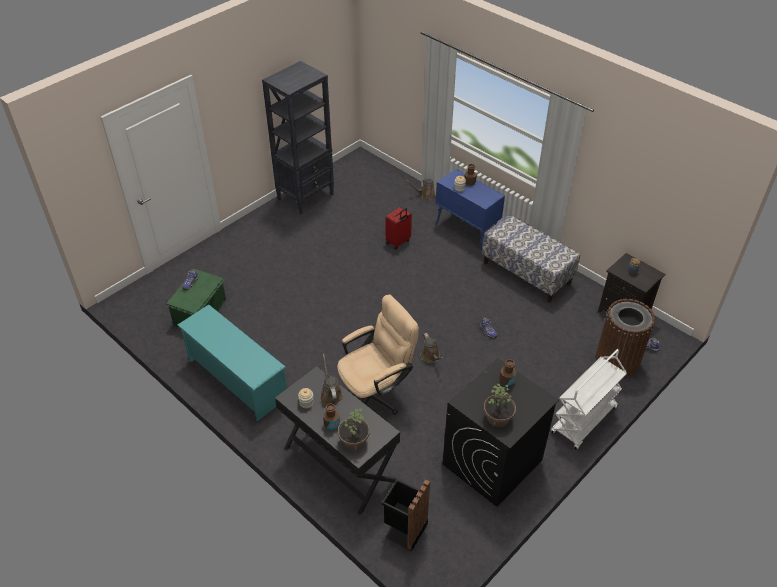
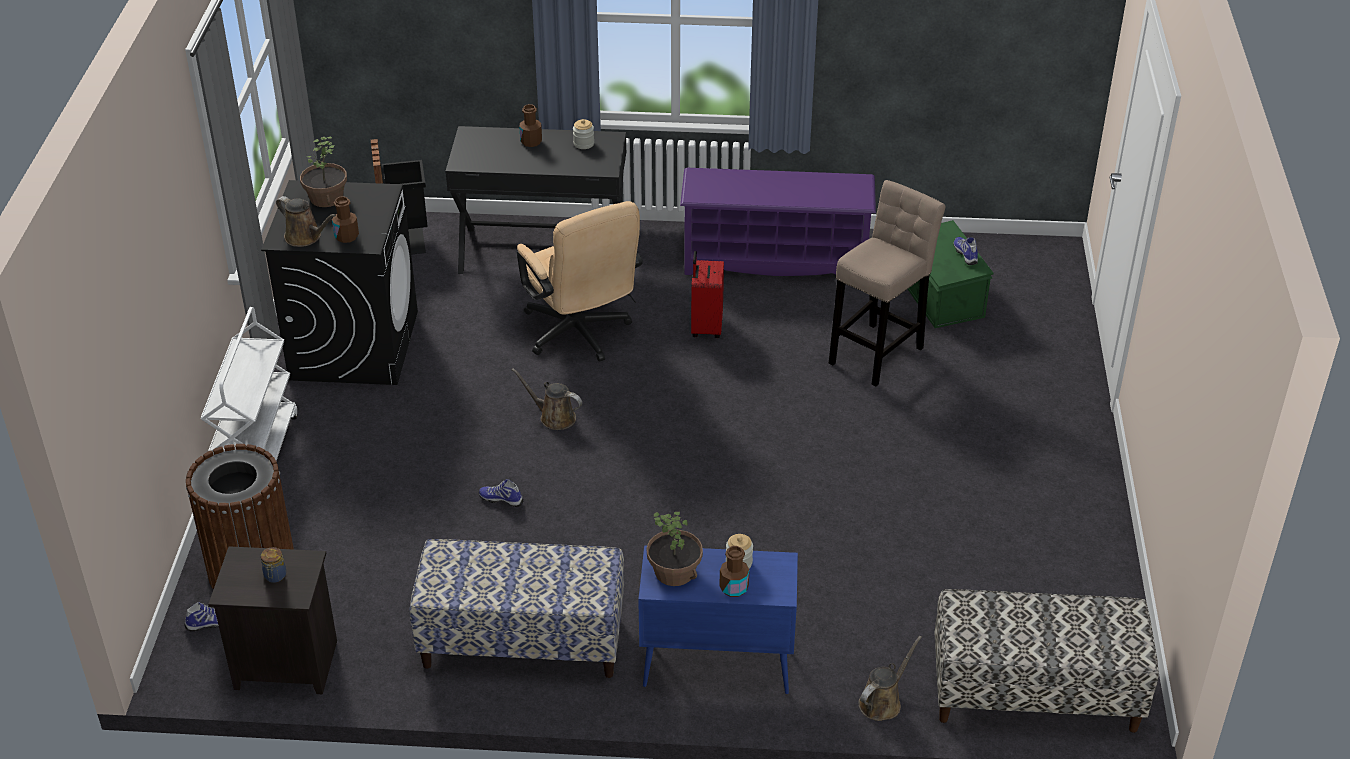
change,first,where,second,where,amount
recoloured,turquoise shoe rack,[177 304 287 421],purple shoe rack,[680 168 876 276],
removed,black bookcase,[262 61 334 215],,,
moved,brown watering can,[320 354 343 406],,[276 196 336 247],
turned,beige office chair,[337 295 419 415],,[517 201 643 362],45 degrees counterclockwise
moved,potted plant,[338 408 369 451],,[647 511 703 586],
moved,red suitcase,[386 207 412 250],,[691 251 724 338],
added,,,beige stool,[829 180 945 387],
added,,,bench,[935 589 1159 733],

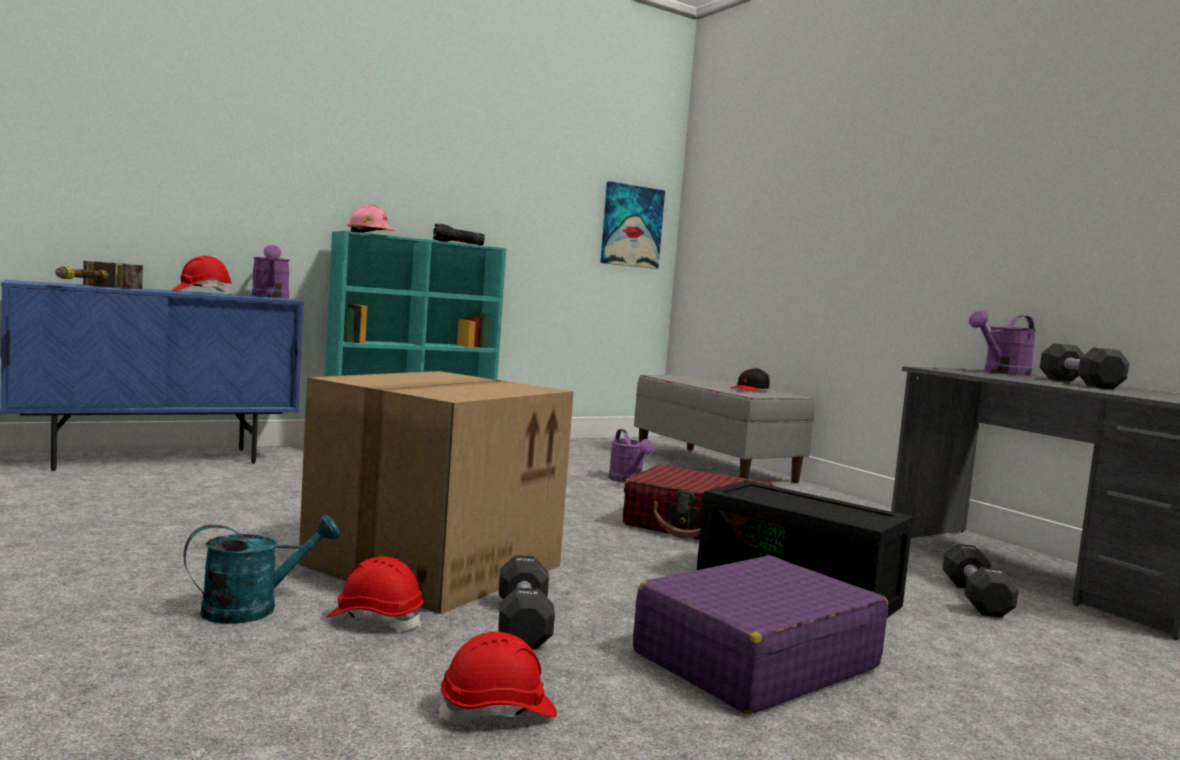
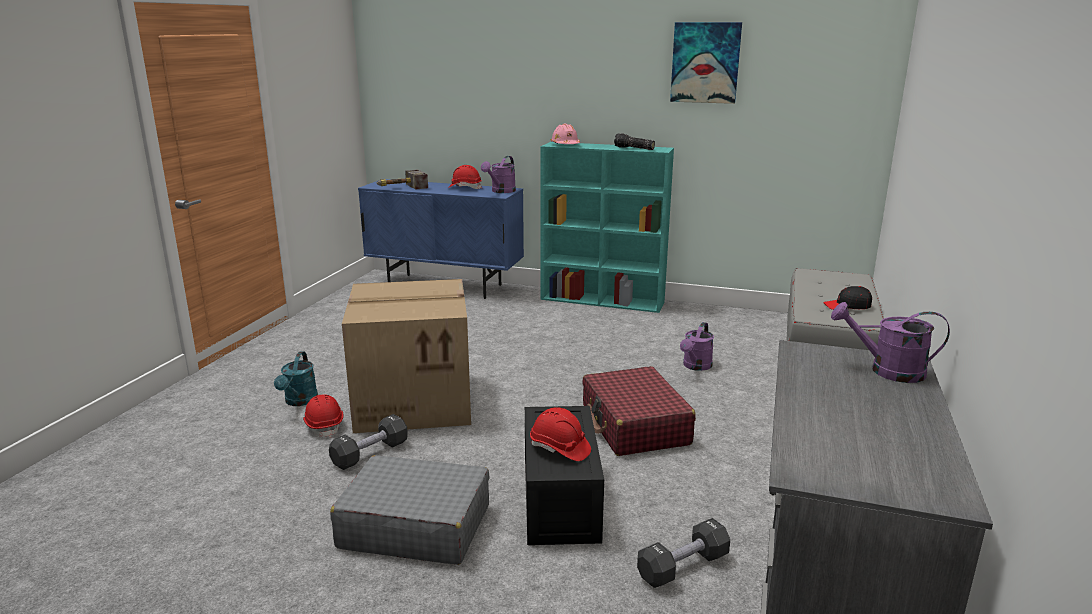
change,first,where,second,where,amount
turned,turquoise watering can,[183 515 340 624],,[274 352 318 406],75 degrees clockwise
moved,red hard hat,[438 632 557 723],,[530 407 591 461],
moved,picture,[600 181 665 269],,[670 22 742 104],
recoloured,purple suitcase,[633 555 888 714],grey suitcase,[330 455 490 565],
removed,black dumbbell,[1040 343 1129 389],,,

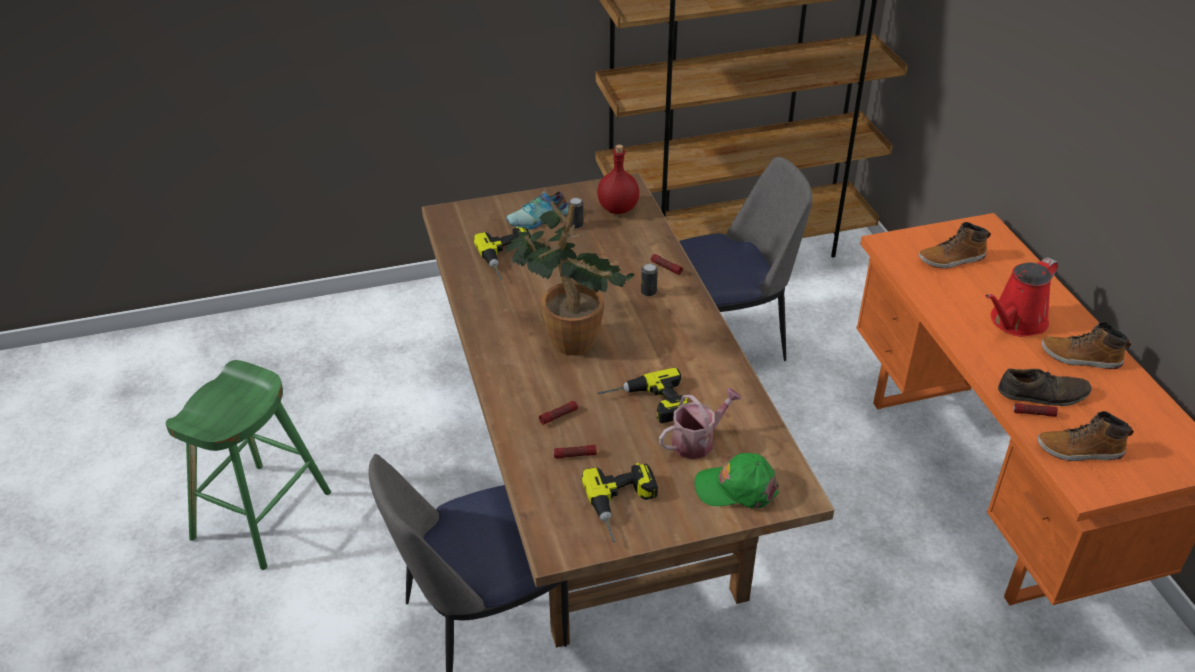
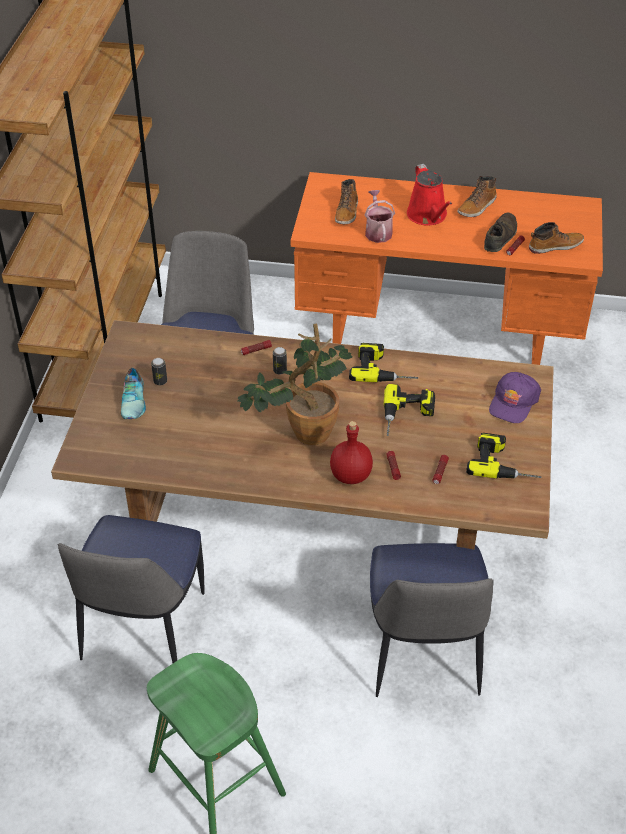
change,first,where,second,where,amount
moved,power drill,[474 227 533 280],,[349 343 418 382],
moved,red bottle,[597 144 639 214],,[330 421 373 484],
moved,watering can,[659 388 743 459],,[365 190 395 243],
recoloured,green cap,[694 453 779 508],purple cap,[489 372 541 423],
turned,boot,[1037 411 1134 461],,[529 222 584 254],135 degrees counterclockwise
added,,,chair,[57 515 205 663],

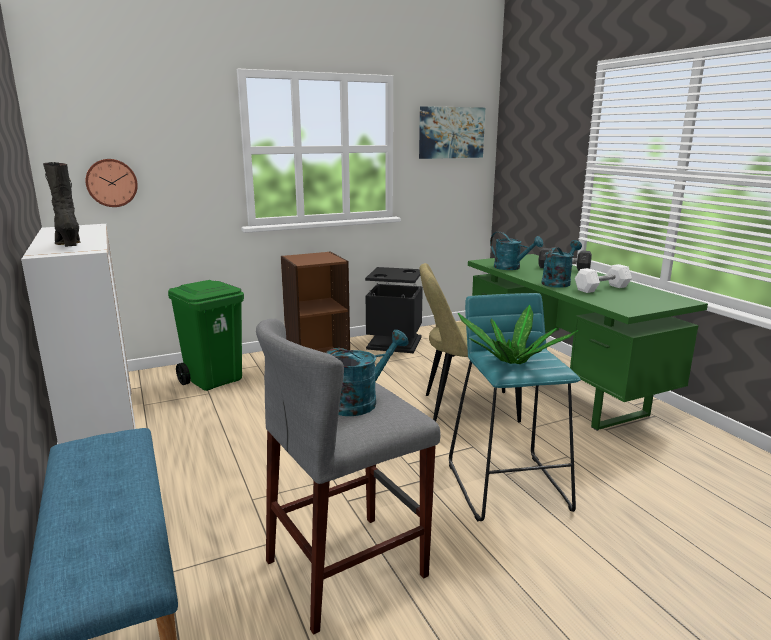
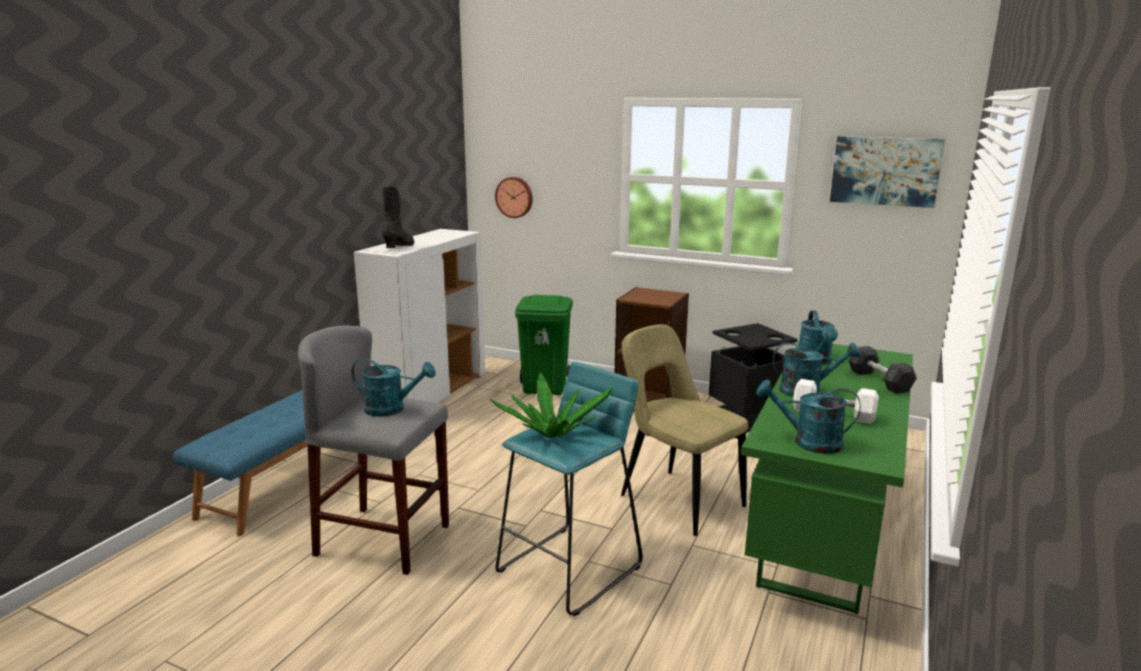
change,first,where,second,where,amount
added,,,turquoise watering can,[756 379 861 454],

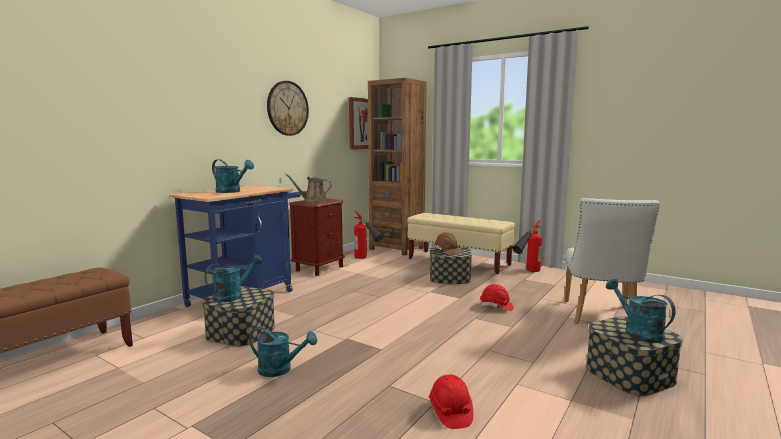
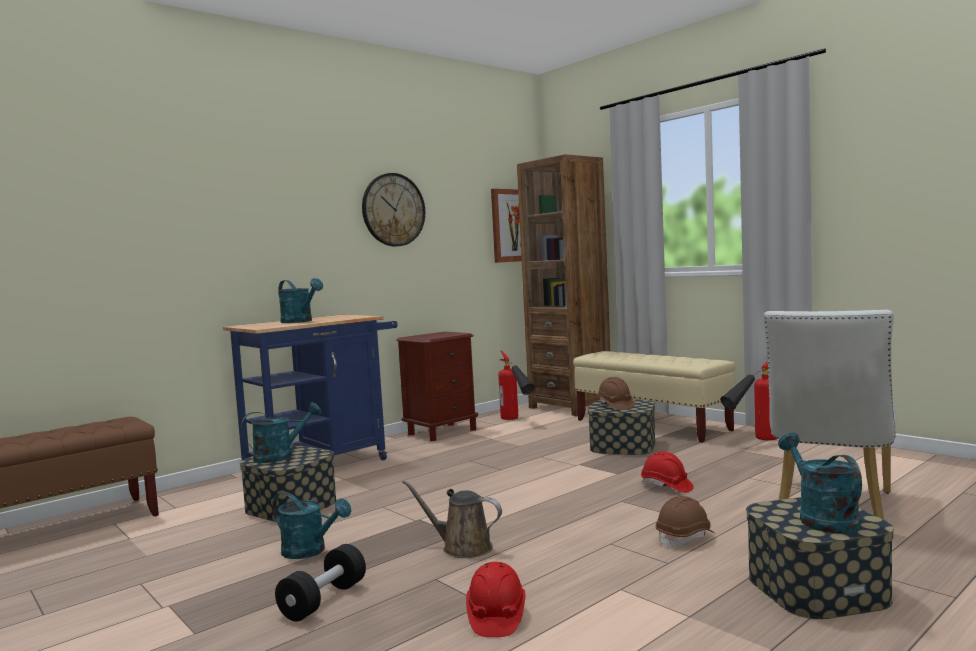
change,first,where,second,where,amount
moved,brown watering can,[286 174 332 204],,[402 480 502 558],
added,,,black dumbbell,[275 544 366 621],
added,,,brown hard hat,[655 496 715 548],

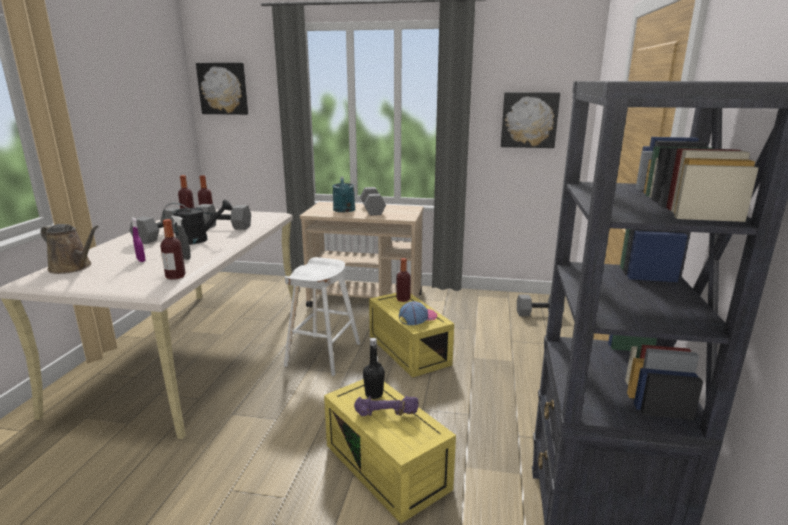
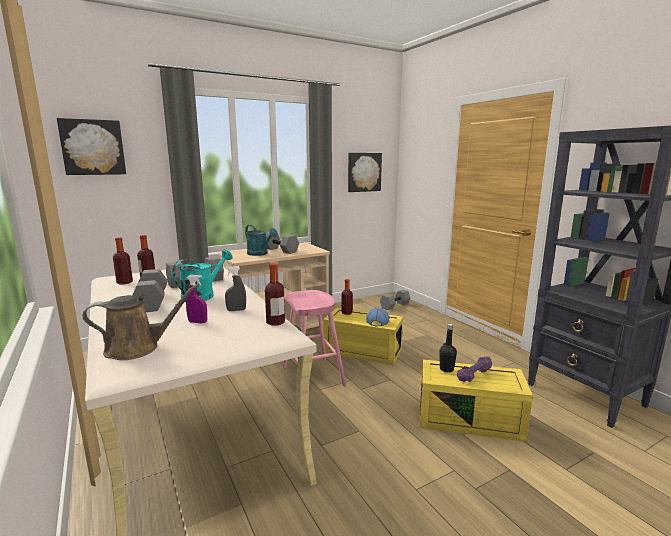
change,first,where,second,where,amount
recoloured,black watering can,[163 199 232 245],turquoise watering can,[173 249 233 302],
recoloured,white stool,[284 257 360 376],pink stool,[283 290 346 386],

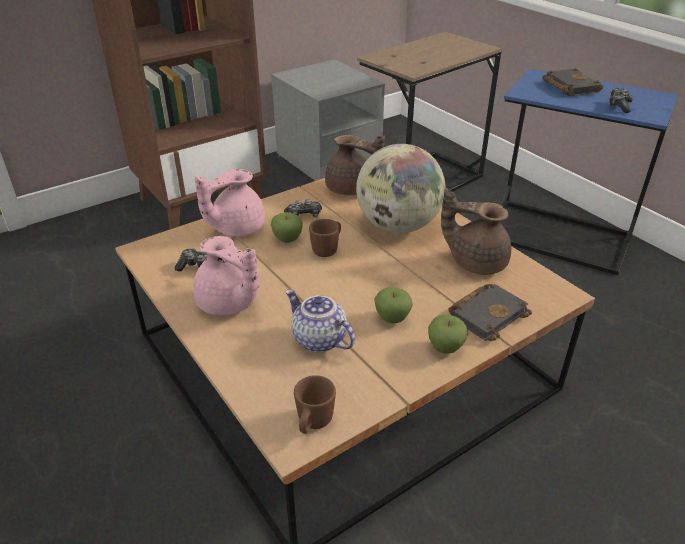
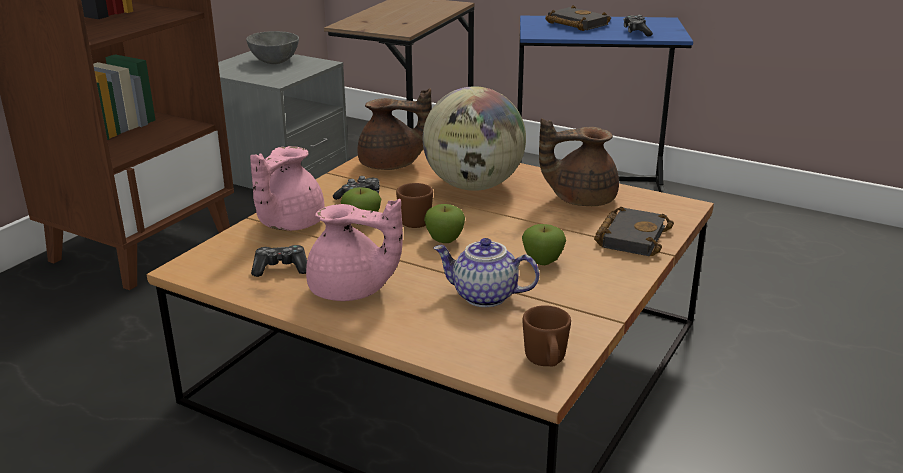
change,first,where,second,where,amount
moved,apple,[428 315 468 354],,[424 204 465 243],
added,,,grey bowl,[246 31 299 64],

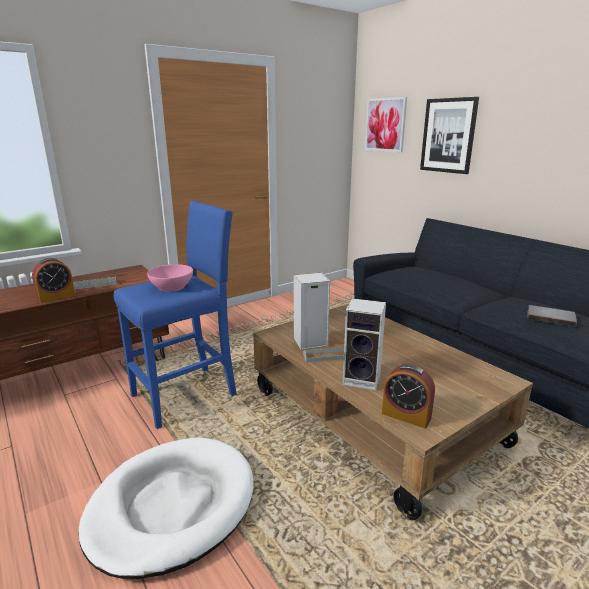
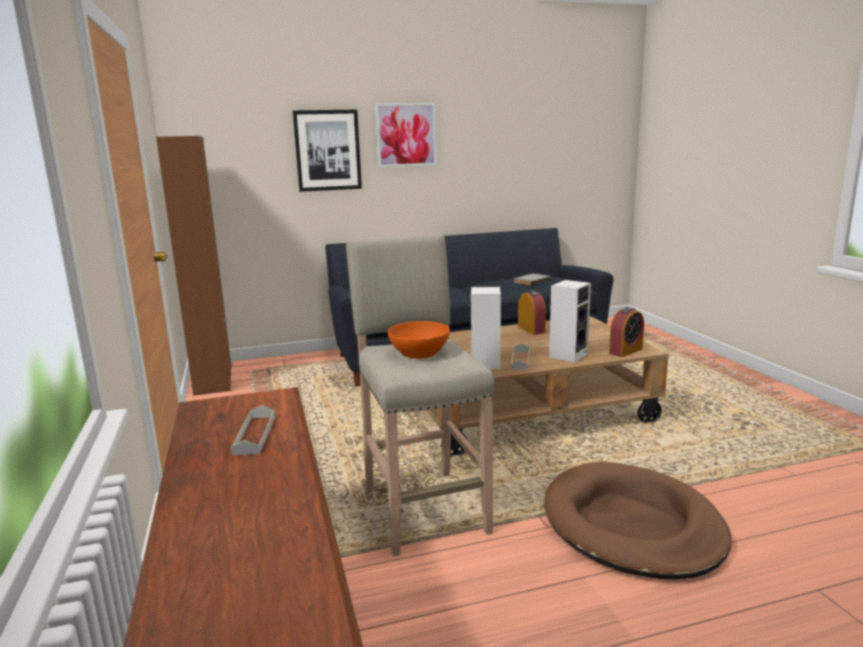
change,first,where,second,where,amount
moved,alarm clock,[32 258 75 303],,[518 290 546 335],
recoloured,white dog bed,[79 438 254 579],brown dog bed,[544 461 732 579],
recoloured,blue stool,[114 200 237 429],beige stool,[346 233 494 557],
recoloured,pink bowl,[147 264 193 292],orange bowl,[388 321 450 359],
moved,picture,[365 97 407 152],,[375 103 437 168],
added,,,brown cabinet,[156 136 231 396],

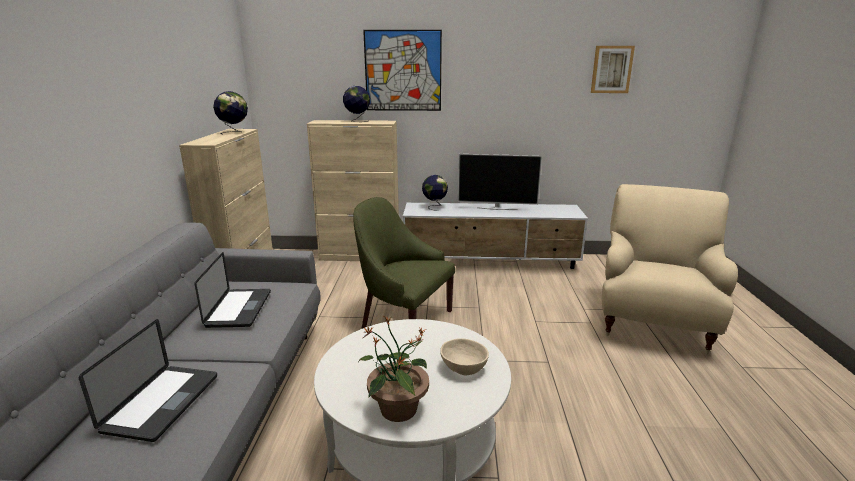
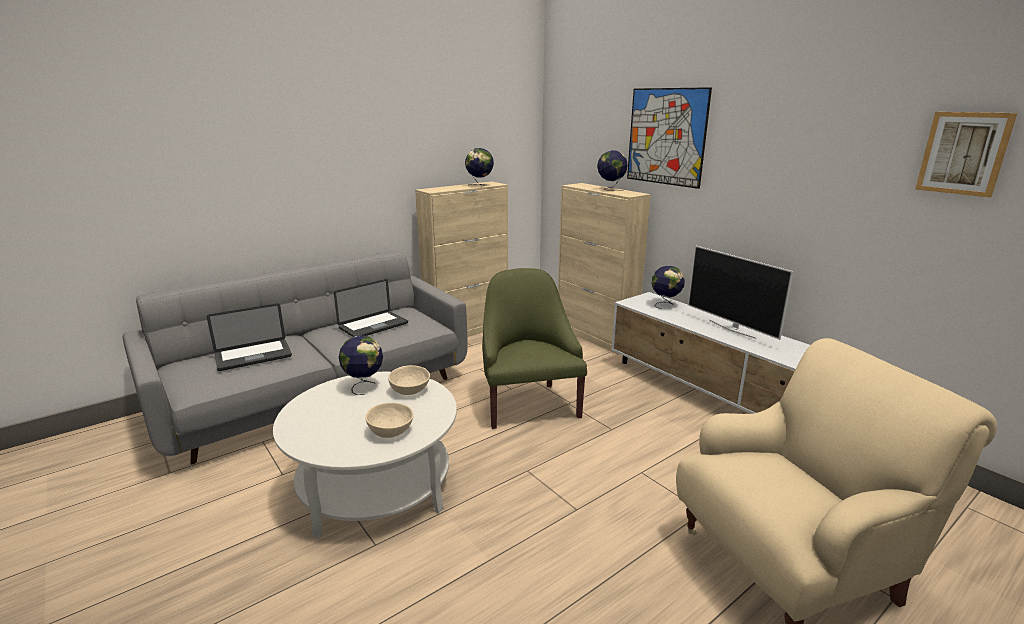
change,first,where,second,where,amount
removed,potted plant,[359 316 429 422],,,
added,,,globe,[339 335 383 395],
added,,,beige bowl,[388 365 430 395],

